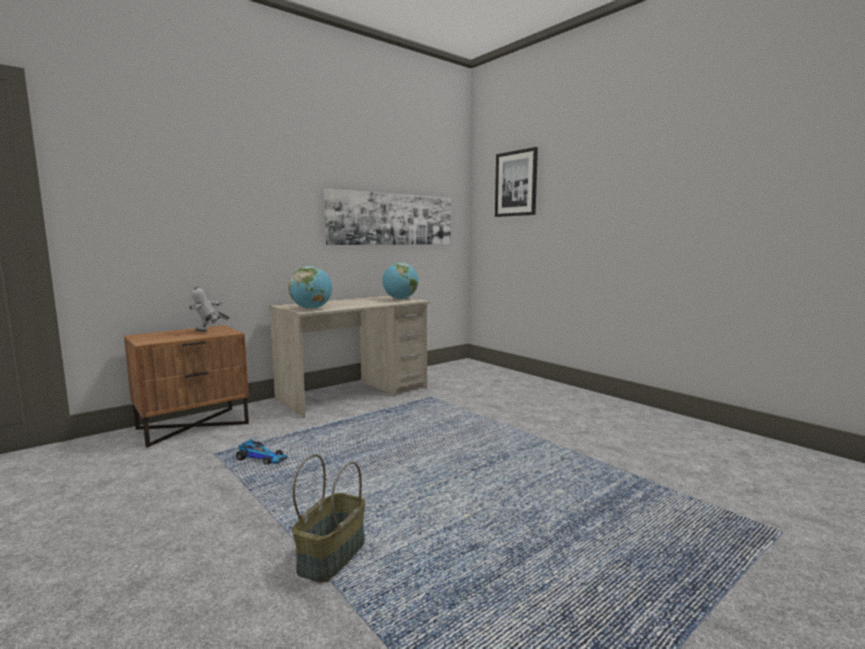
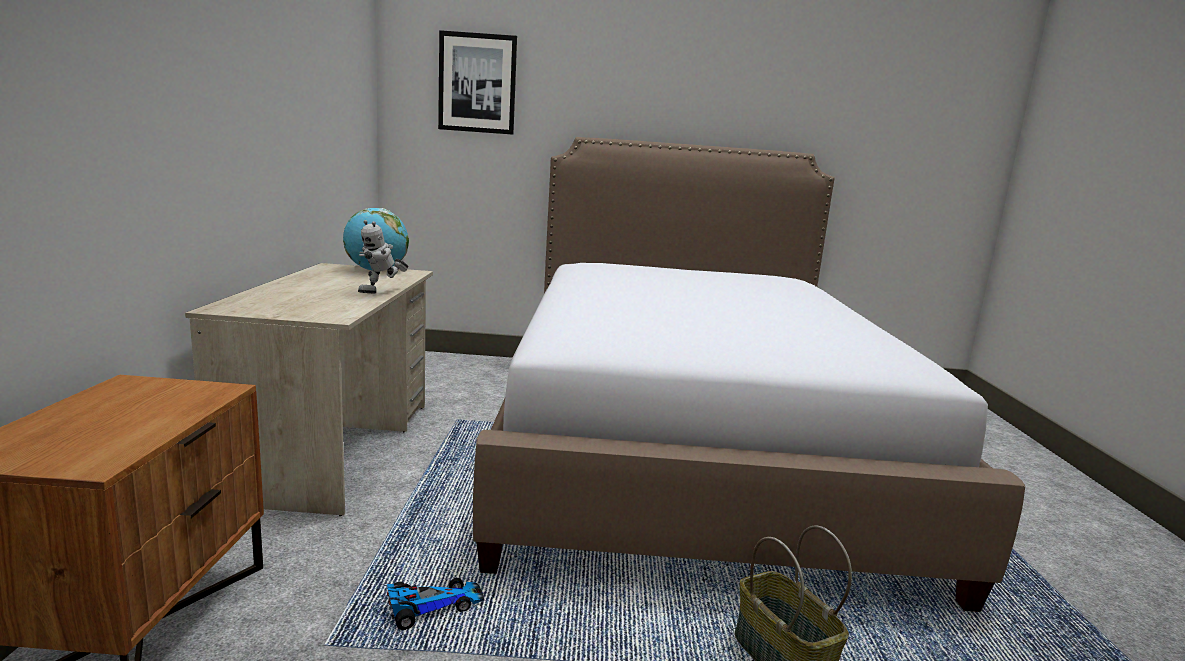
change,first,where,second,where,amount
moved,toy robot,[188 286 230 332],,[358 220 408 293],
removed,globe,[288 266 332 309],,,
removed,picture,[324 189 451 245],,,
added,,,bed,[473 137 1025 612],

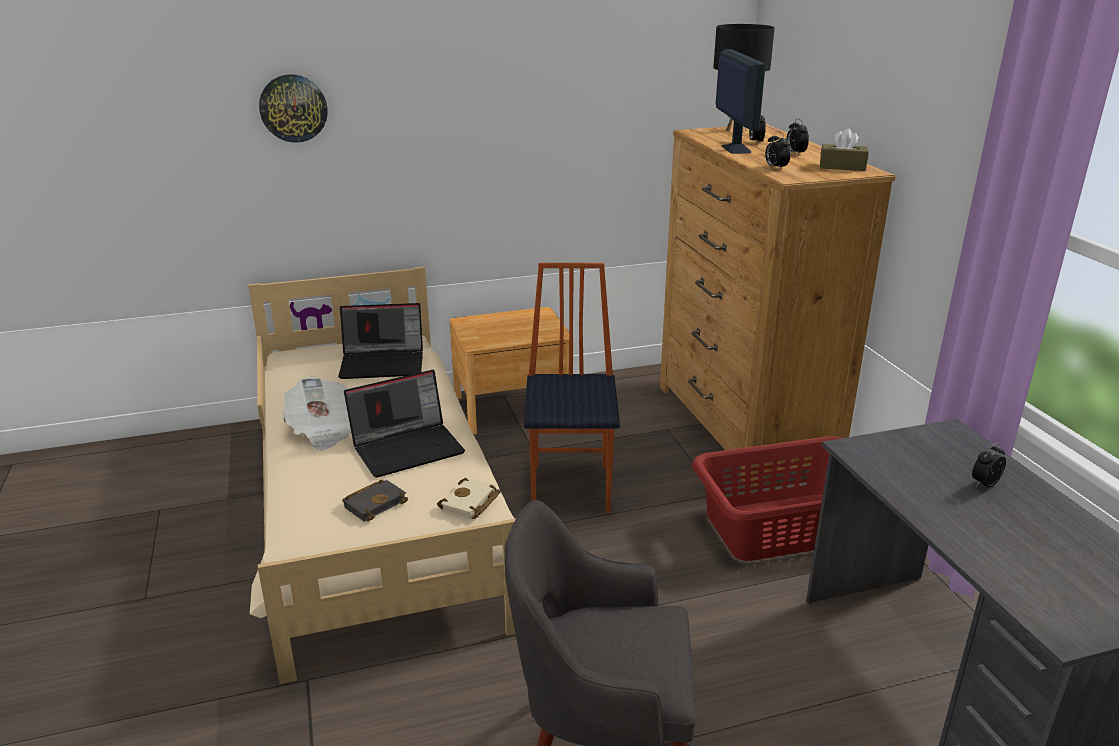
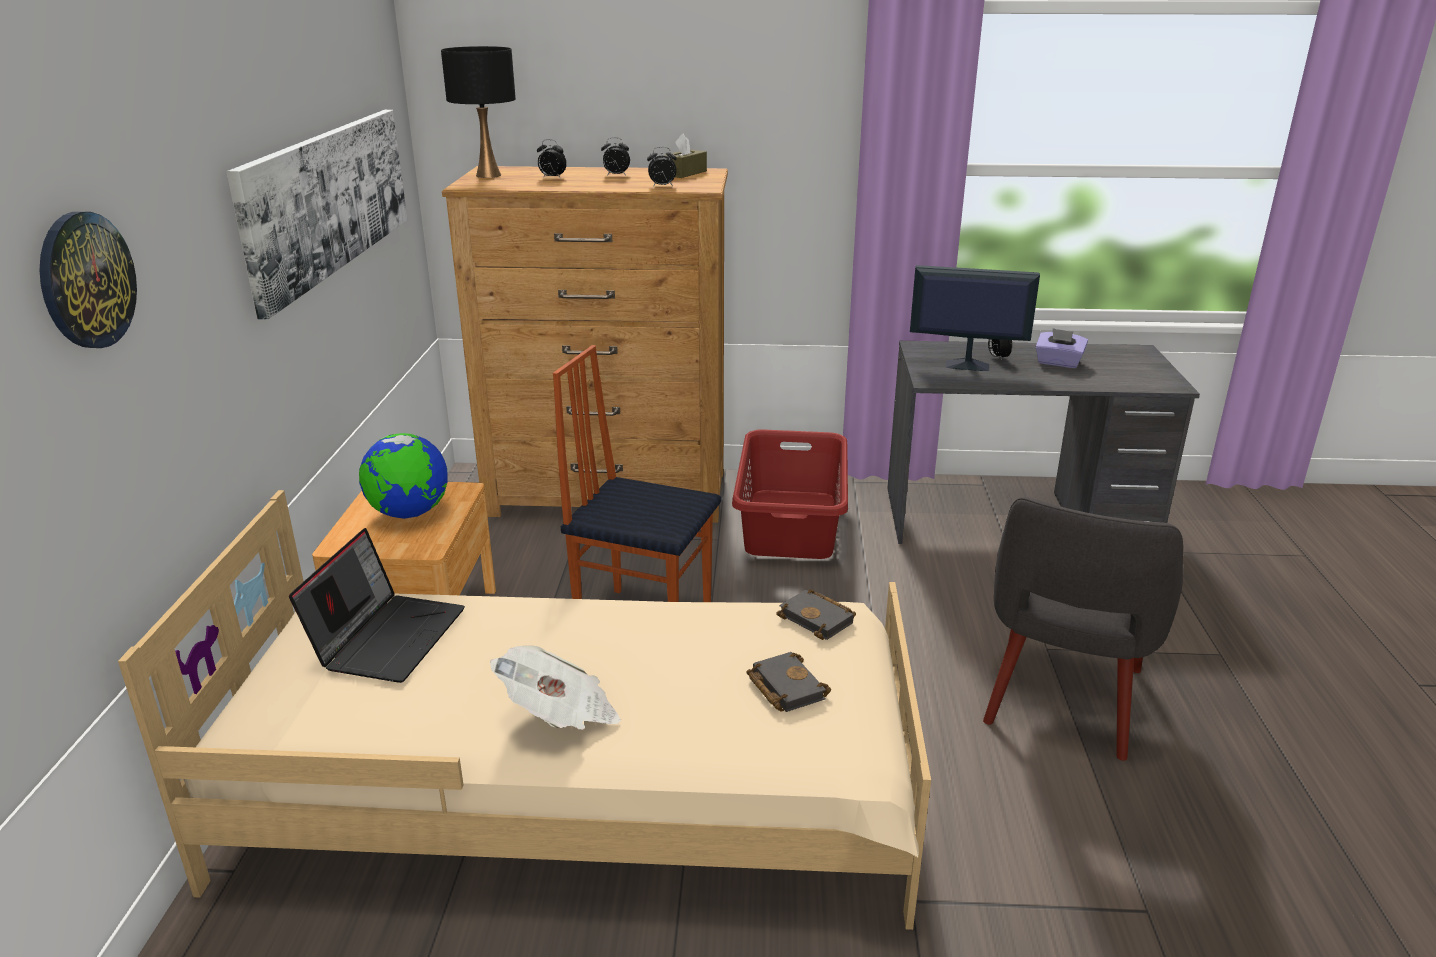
change,first,where,second,where,amount
removed,laptop,[344 370 465 478],,,
recoloured,beige book,[437 478 501 519],black book,[776 589 856 640],
moved,monitor,[716 49 766 154],,[910 265 1040 371],
added,,,picture,[226 110 408 320],
added,,,globe,[359 433 448 519],
added,,,purple tissue box,[1036 328 1088 368],

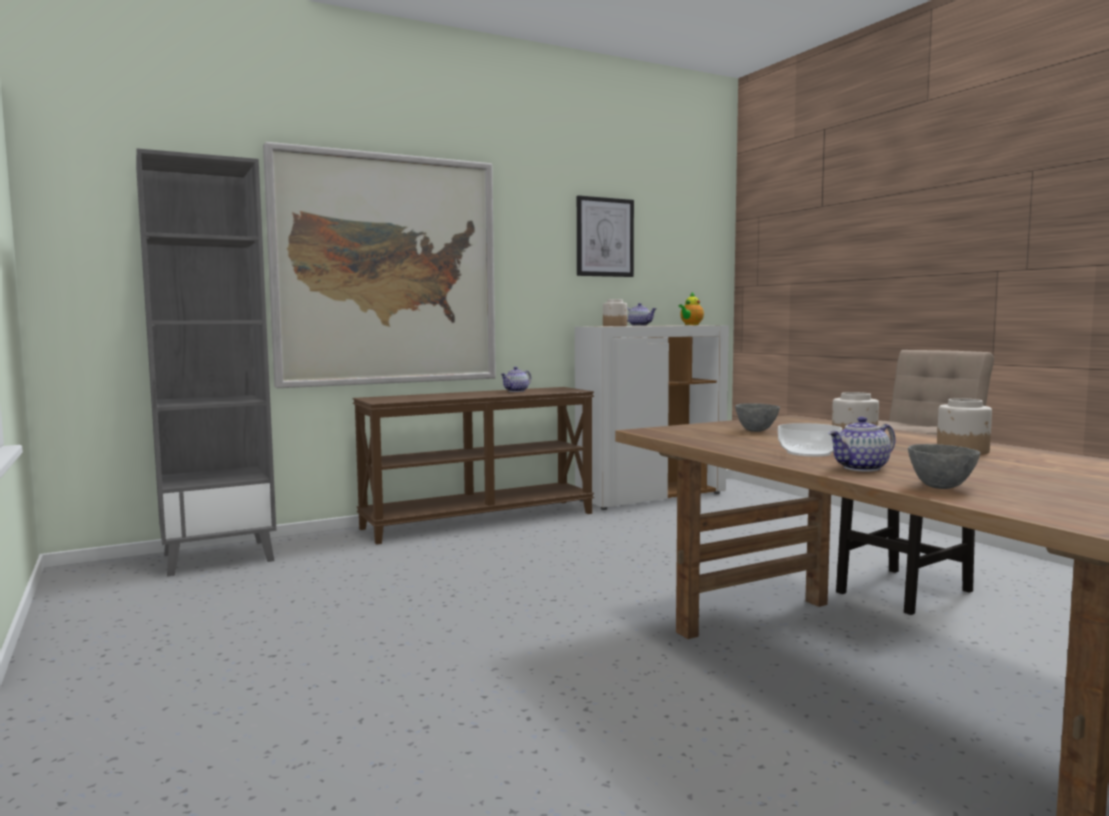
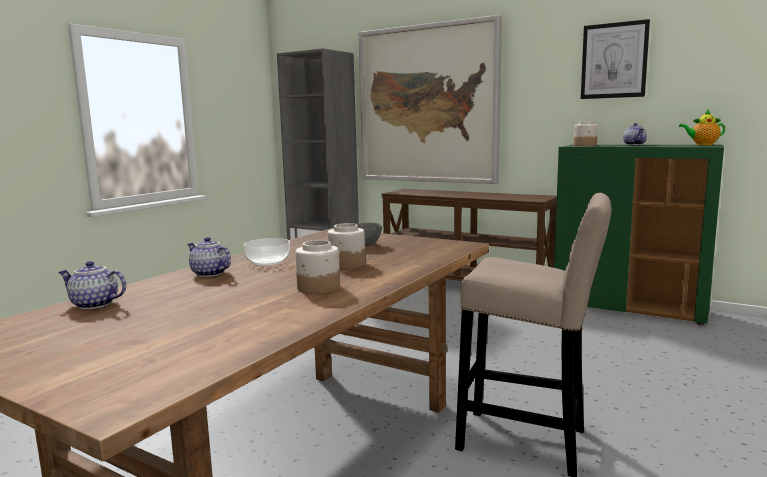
change,first,where,second,where,amount
moved,teapot,[500 367 531 392],,[59 261 126 309],
recoloured,white cabinet,[575 325 729 510],green cabinet,[554 145 724 325],
removed,grey bowl,[908 444 980 489],,,

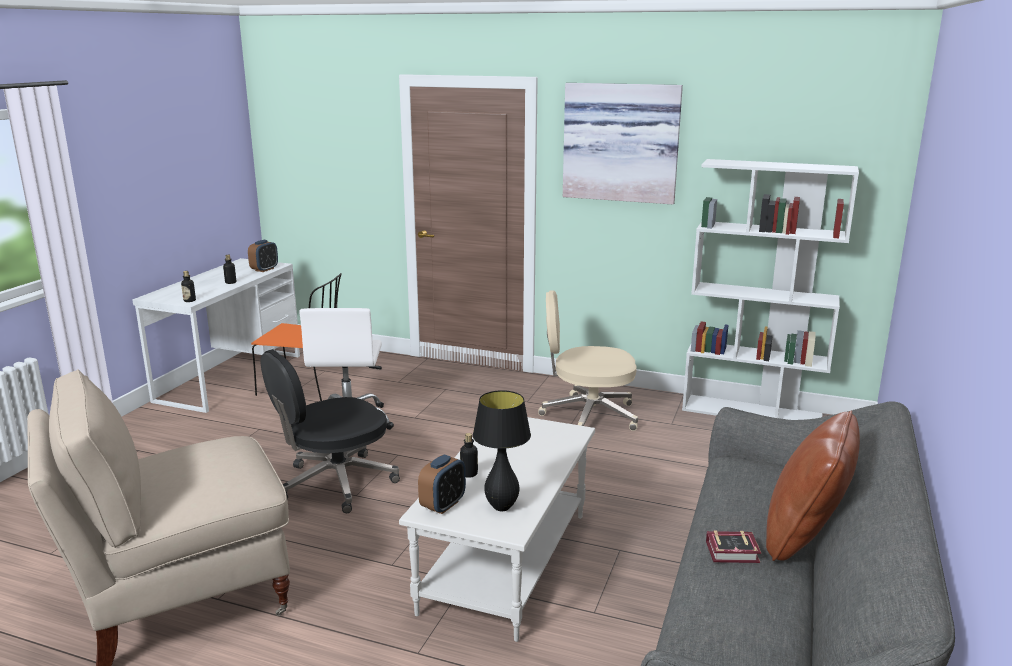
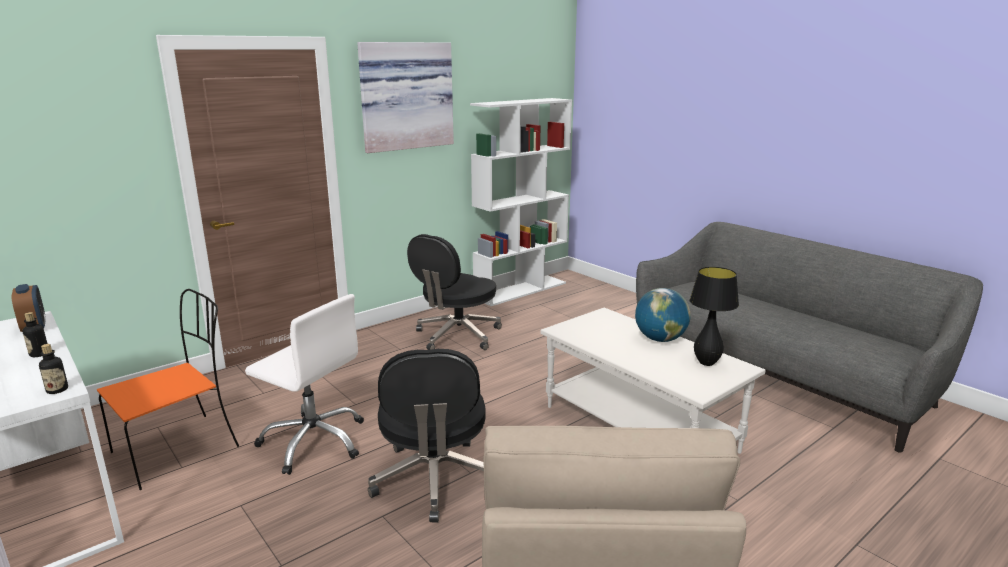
change,first,where,second,where,amount
removed,alarm clock,[418 454 466 514],,,
removed,bottle,[460 433 478 478],,,
recoloured,beige office chair,[538 290 638 431],black office chair,[407 234 502 350],
removed,book,[706 530 761 563],,,
removed,brown pillow,[766 411 860 561],,,
added,,,globe,[635 288 691 342],

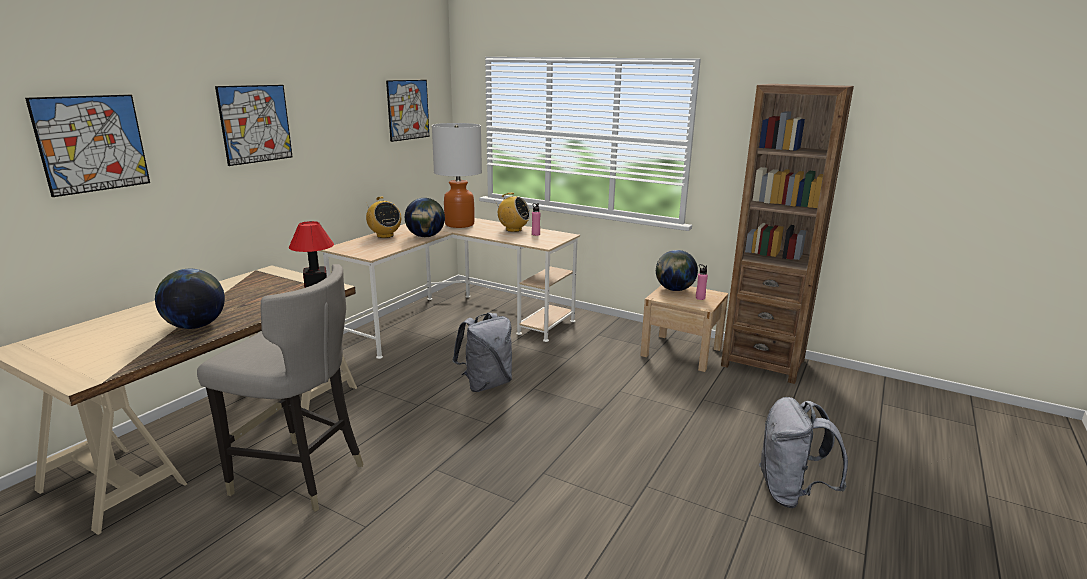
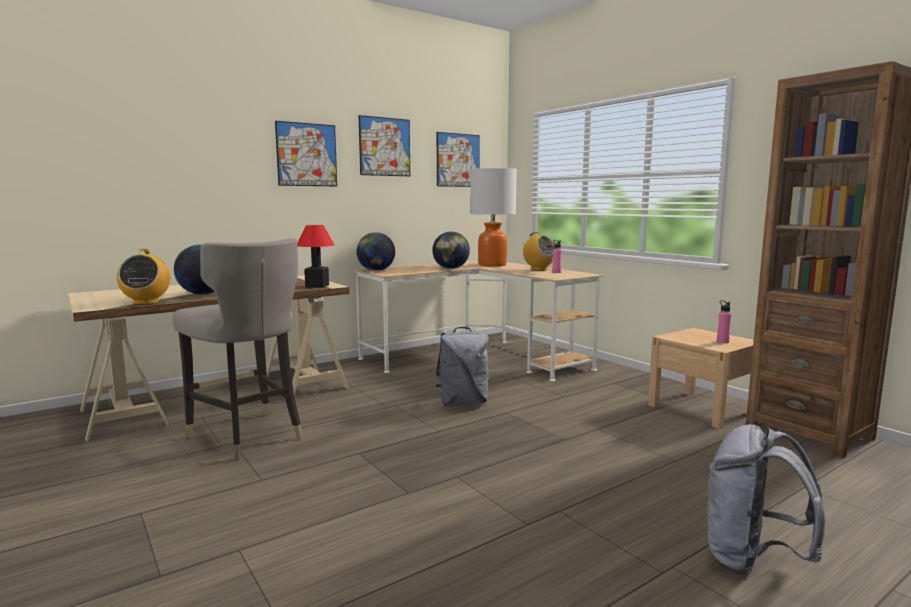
change,first,where,second,where,amount
moved,picture,[25 95 150 197],,[359 115 410 176],
moved,radio,[366 197 401 238],,[117 248 170 305],
moved,globe,[656 250 698 291],,[357 232 395 271],

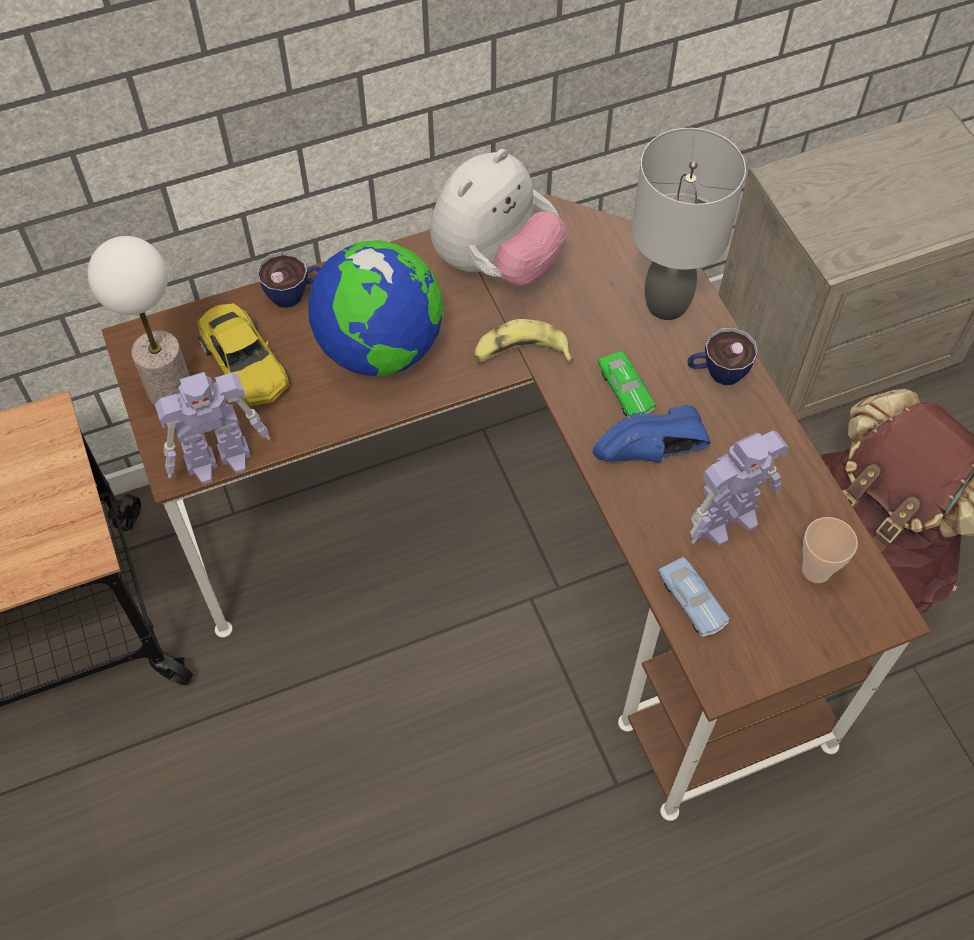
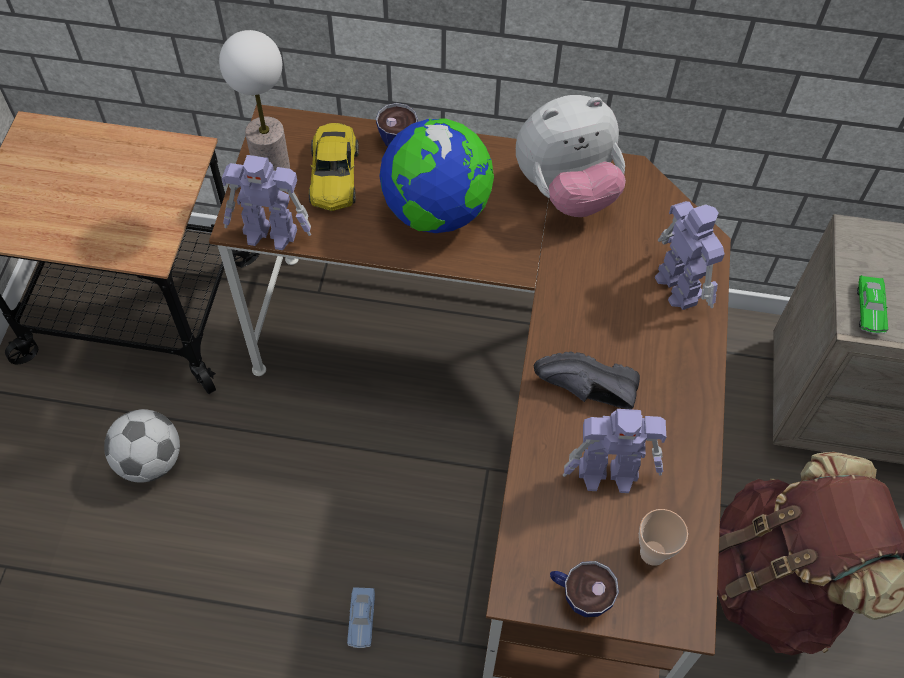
change,first,where,second,where,amount
removed,banana,[474 319 573 363],,,
recoloured,blue shoe,[593 405 711 463],black shoe,[534 352 640 409],
moved,green toy car,[597 350 656 418],,[857 275 888 334],
replaced,grey table lamp,[631 128 746 320],toy robot,[655 201 725 310],
moved,blue toy car,[658 556 730 637],,[347 587 375 648],
moved,cup,[687 327 758 385],,[550 561 619 617],
added,,,football,[104 409 180 483],

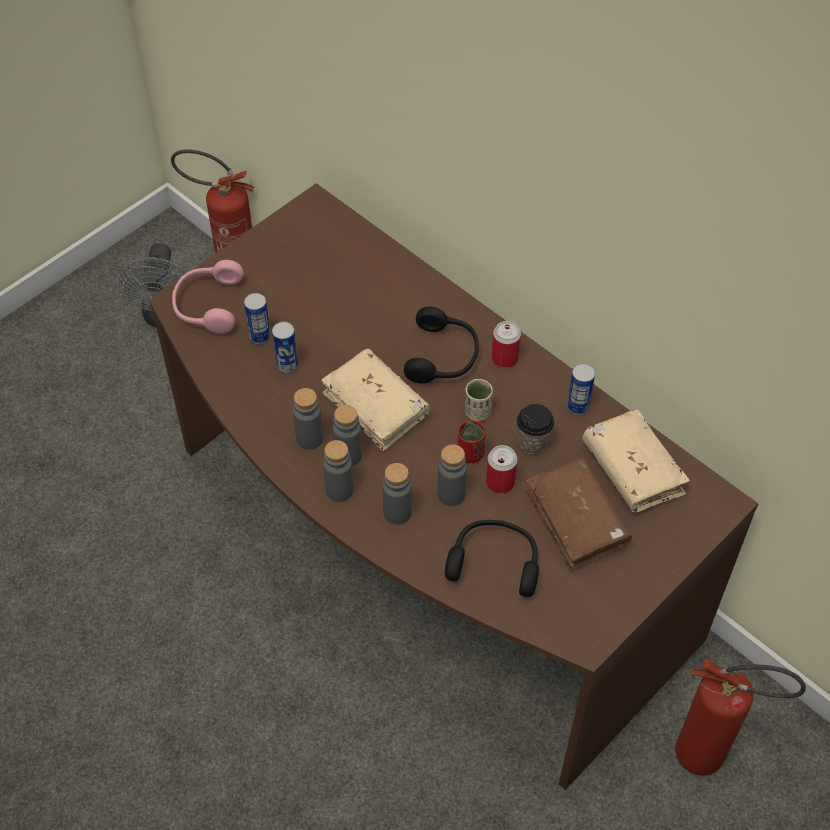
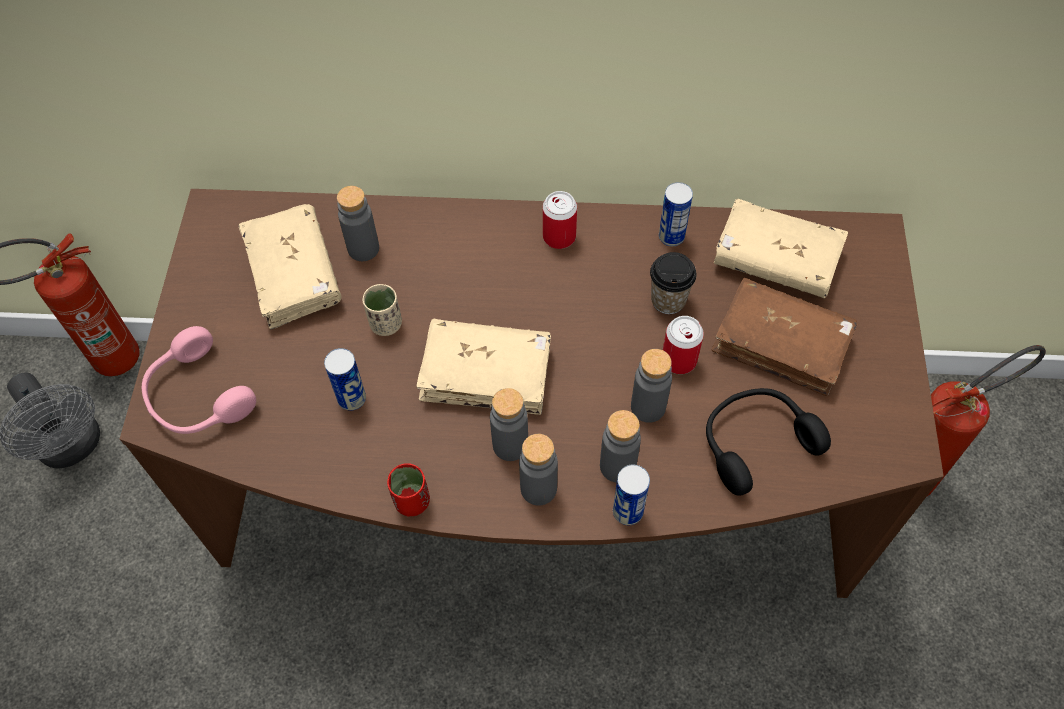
change,first,where,second,where,amount
moved,can,[244 293 271 345],,[613 465 650 525],
moved,grey bottle,[293 388 323 449],,[337 186 379 261],
removed,black headphones,[404 306 479 384],,,
moved,red cup,[458 421 486 463],,[387 463 430 516],
moved,beige cup,[465 379 493 421],,[362 284 402 336],
added,,,beige book,[239 204 342 329],

